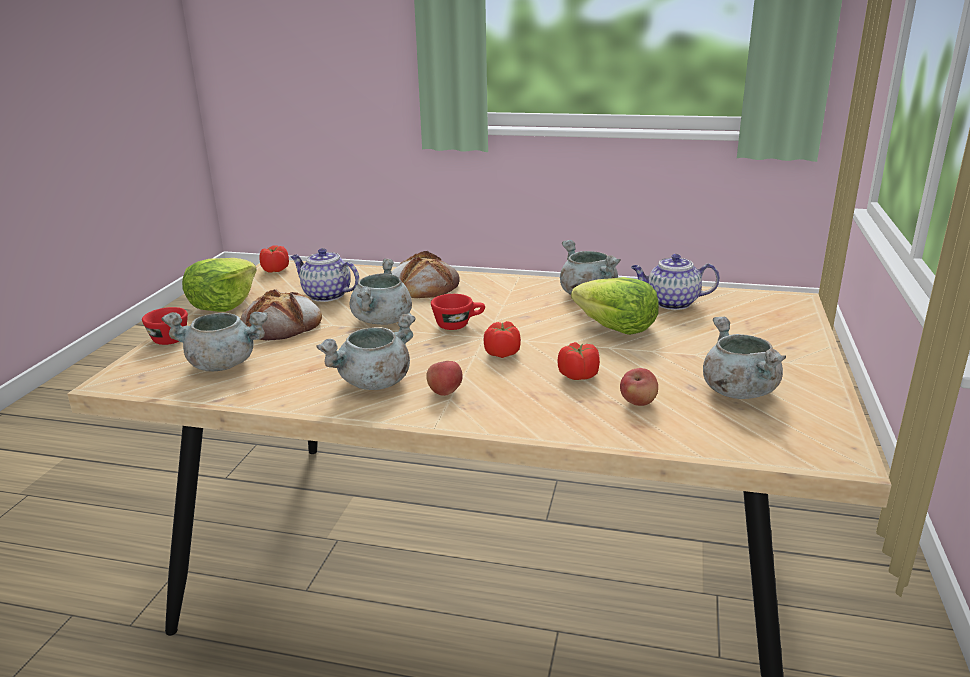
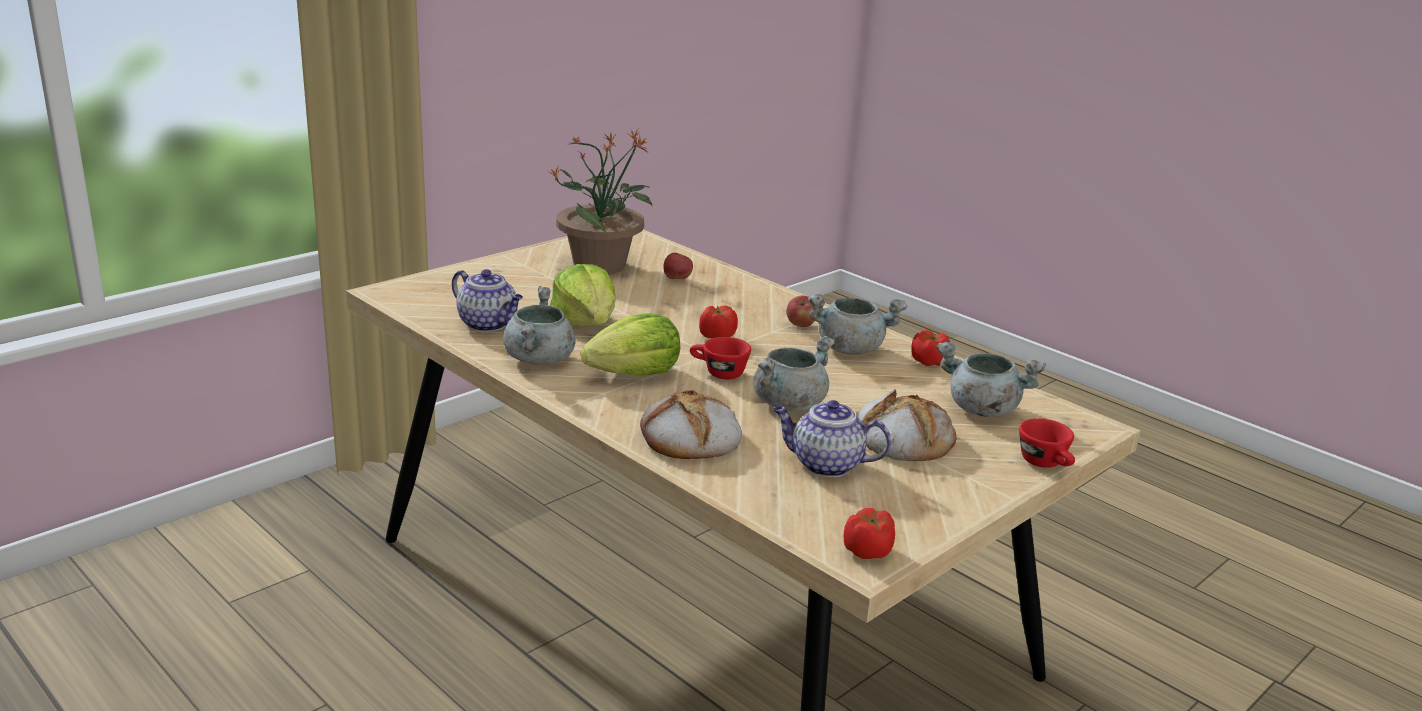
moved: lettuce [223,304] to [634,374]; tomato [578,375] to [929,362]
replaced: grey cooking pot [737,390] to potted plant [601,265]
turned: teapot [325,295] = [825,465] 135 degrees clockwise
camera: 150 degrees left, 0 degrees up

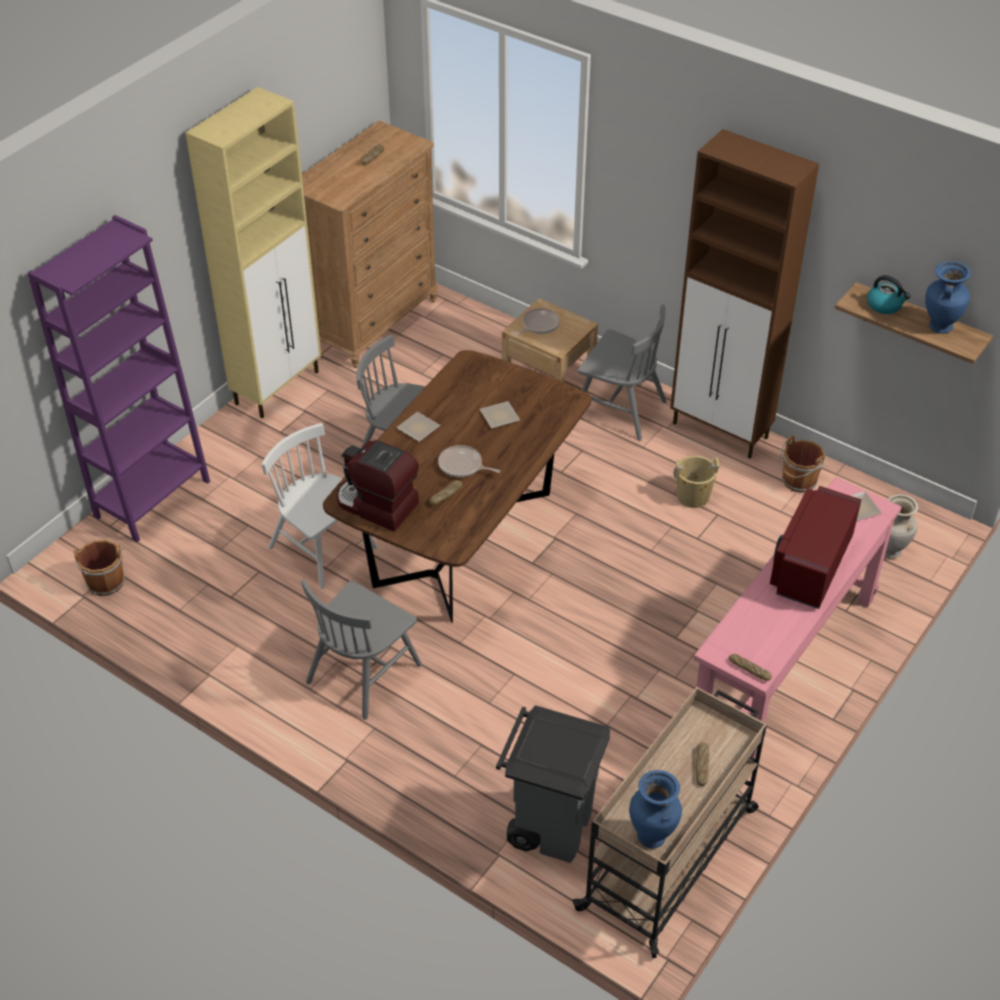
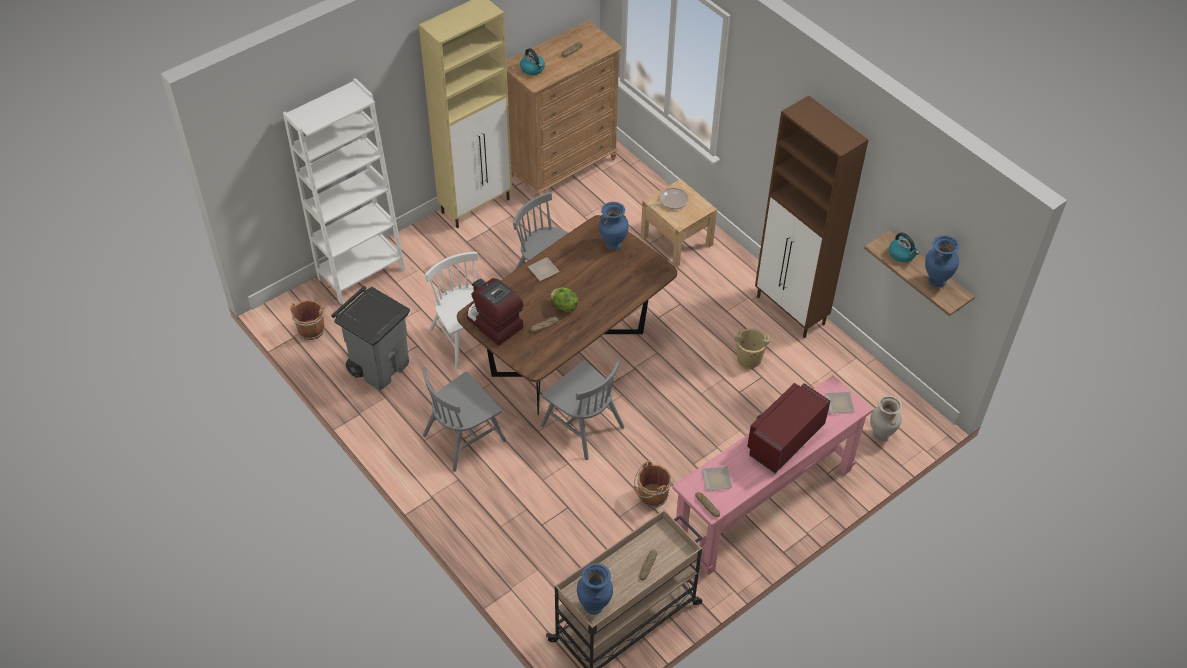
added: kettle [533,69]; blue vase [613,244]
moved: grey trash can [550,824] to [379,366]; grey chair [619,409] to [582,426]; brown bucket [798,482] to [651,496]; plate [500,415] to [717,478]
replaced: frying pan [462,466] to lettuce [564,306]
recoloured: purple bookcase [152,499] to white bookcase [361,274]
camera: 15 degrees right, 5 degrees up

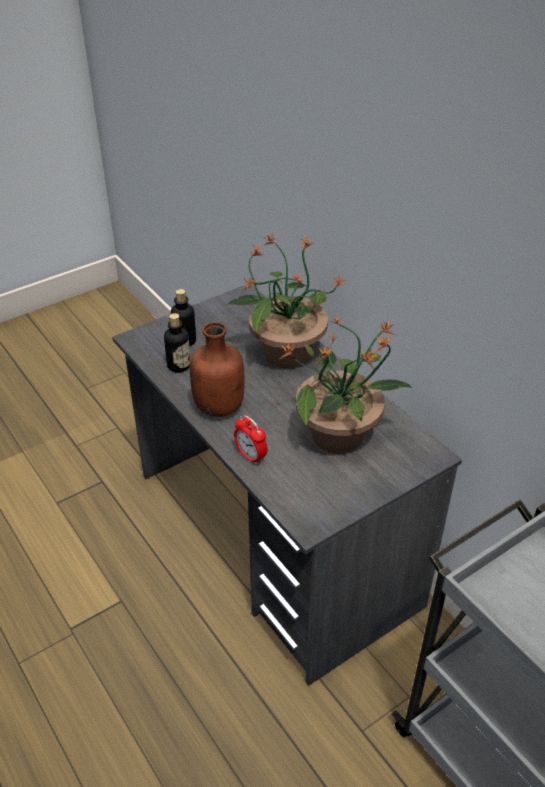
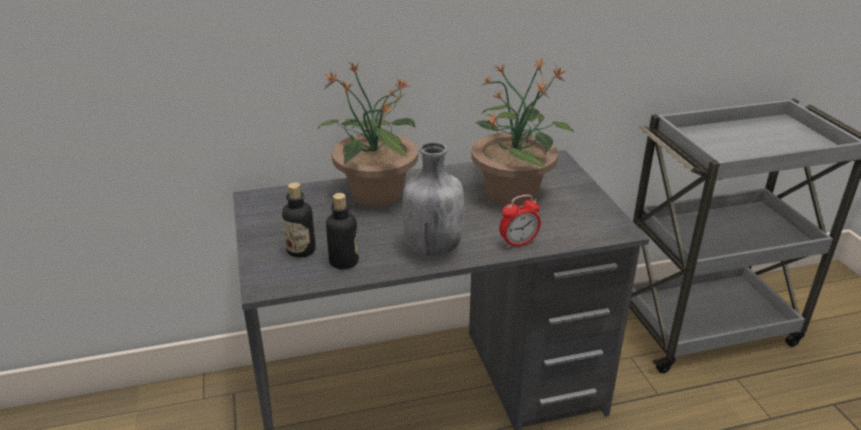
recoloured: brown bottle [219,406] to grey bottle [432,247]
camera: 70 degrees left, 10 degrees down

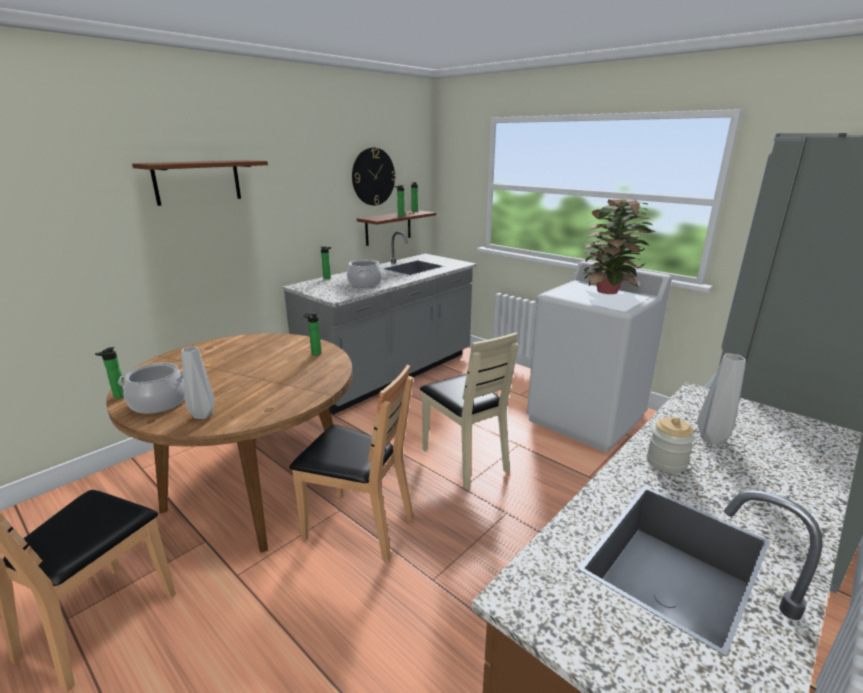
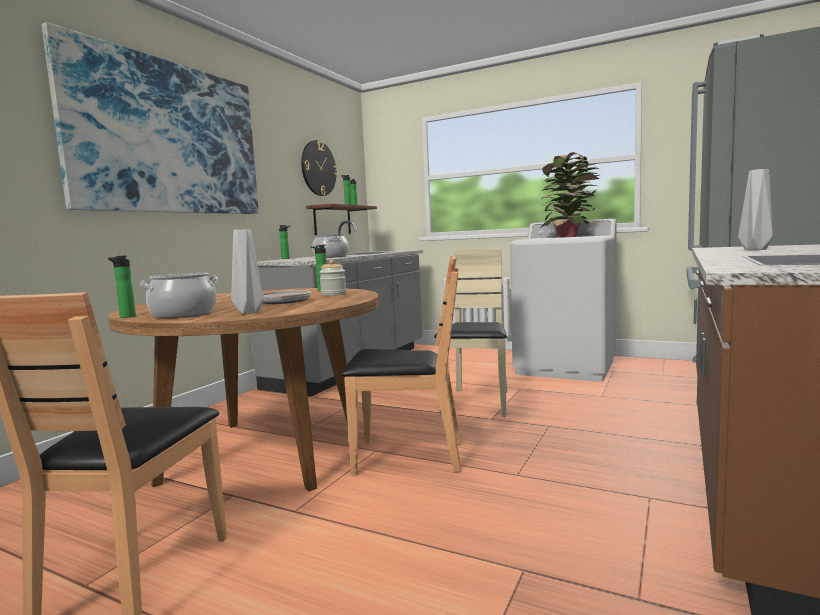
added: frying pan [280,301]
moved: jar [666,462] to [333,294]
replaced: brown shelf [197,182] to picture [169,138]
turned: beige chair [465,459] = [477,402] 120 degrees counterclockwise
camera: 15 degrees left, 15 degrees down

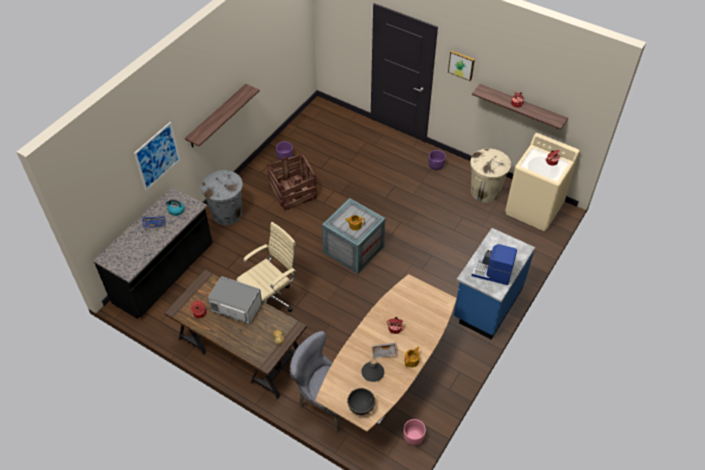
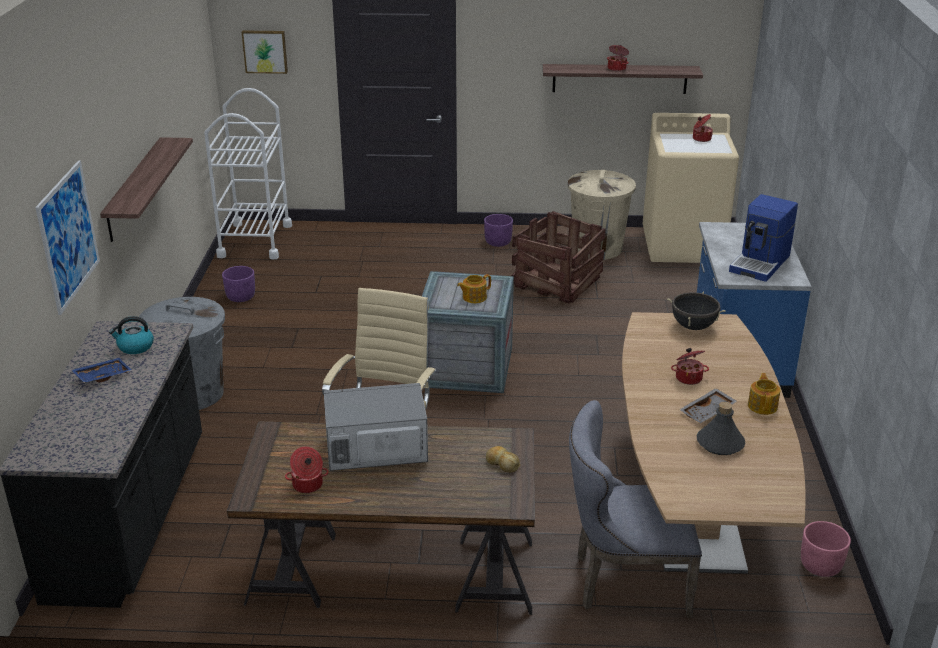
added: white cart [255,241]
moved: picture [461,65] to [265,51]; crate [293,192] to [556,282]; black cooking pot [361,407] to [693,326]
turned: coffee machine [492,273] = [761,263] 45 degrees counterclockwise
camera: 30 degrees left, 20 degrees down

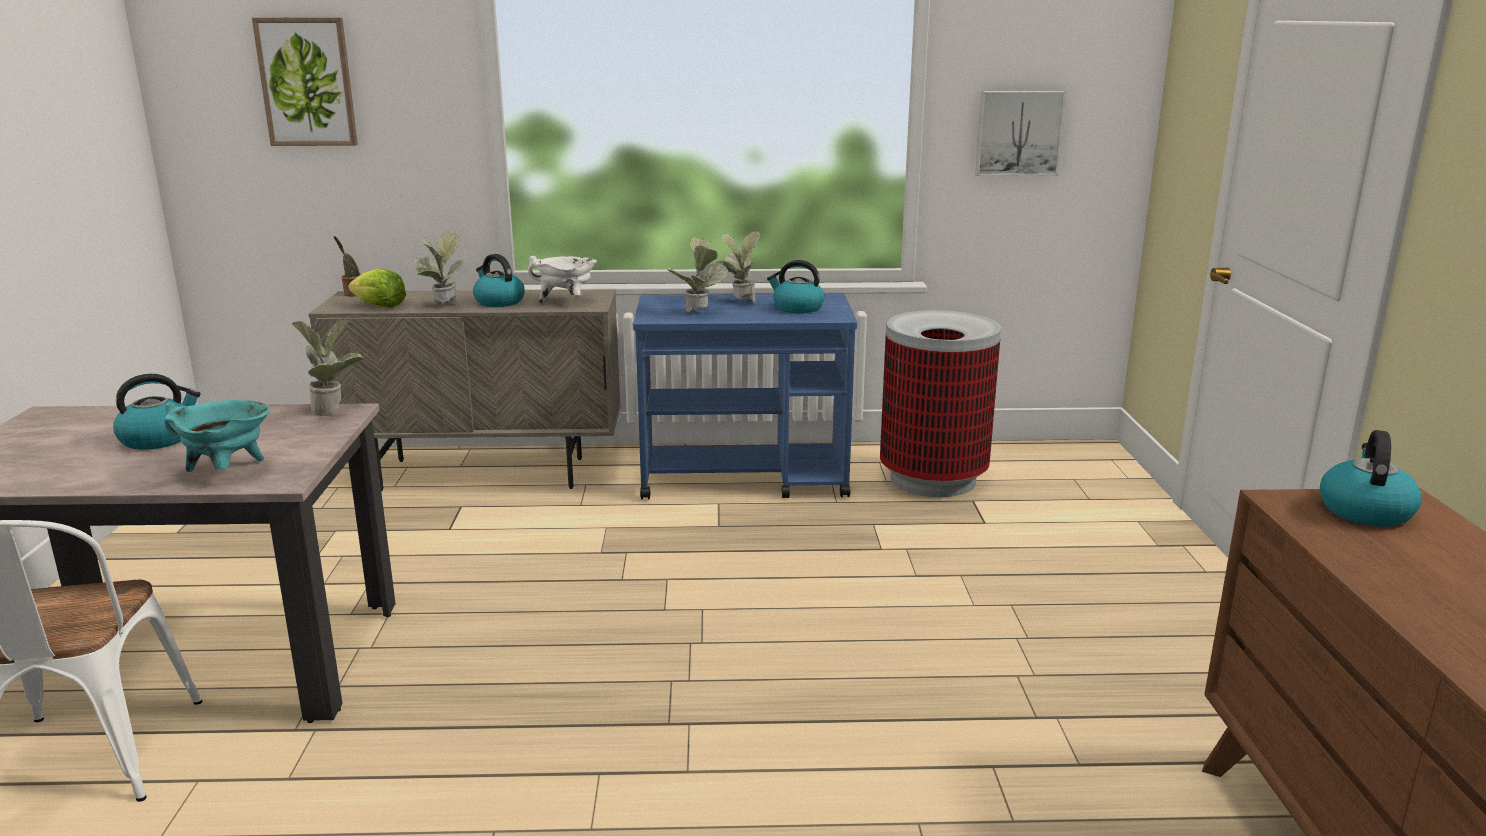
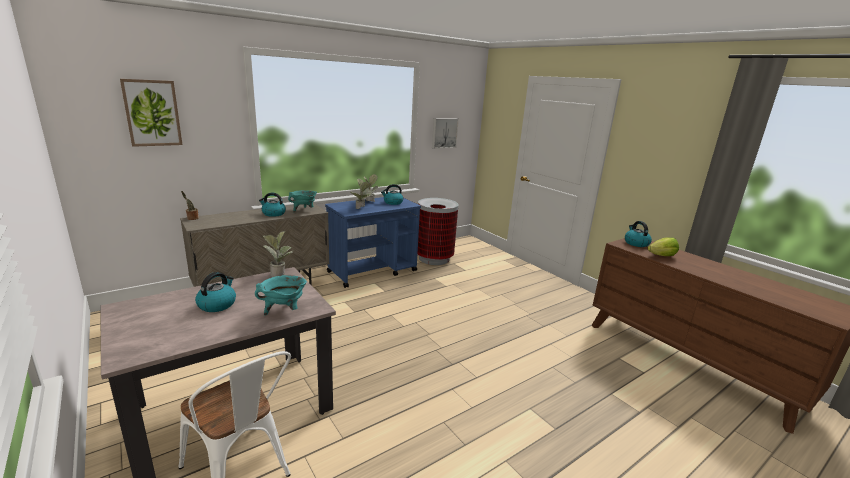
removed: potted plant [442,307]
moved: lettuce [379,306] to [662,256]
recoloured: white cooking pot [566,302] to turquoise cooking pot [304,210]
camera: 35 degrees left, 0 degrees up

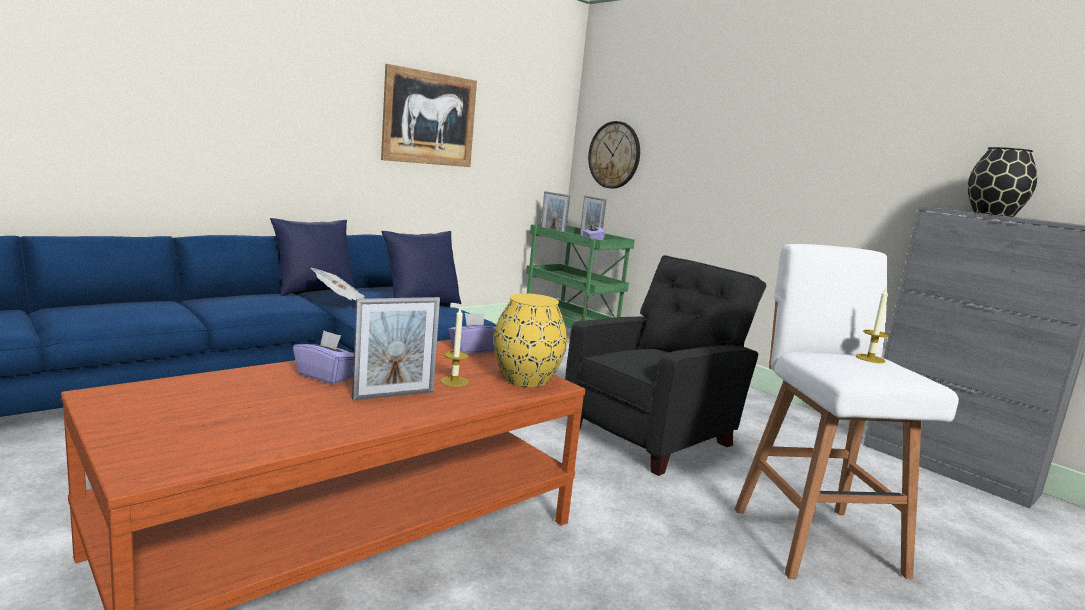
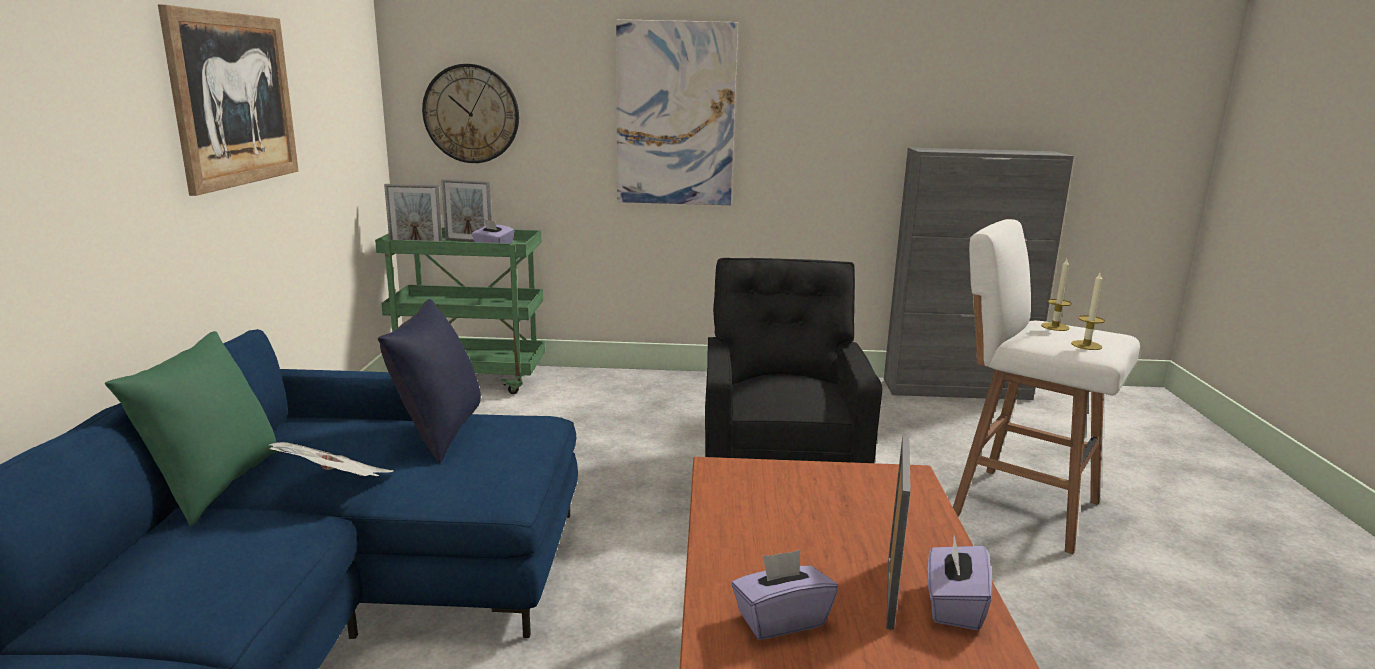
removed: yellow vase [525,379]; black vase [992,214]
added: picture [675,115]
moved: purple tissue box [473,349] to [953,606]; candle [454,381] to [1086,345]
recoloured: blue pillow [313,291] to green pillow [214,486]
camera: 45 degrees left, 5 degrees up

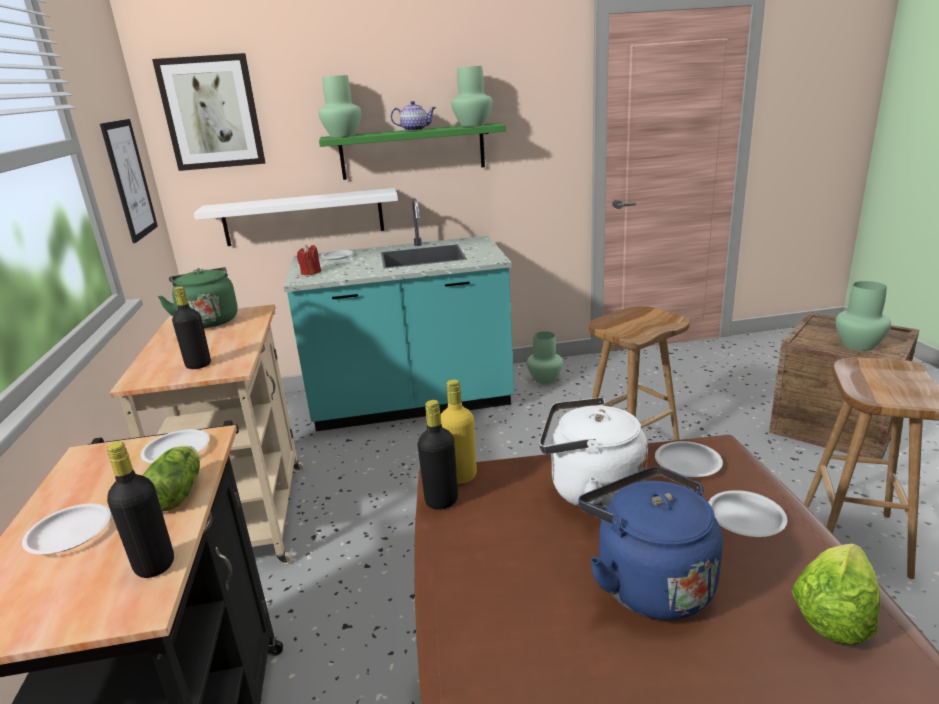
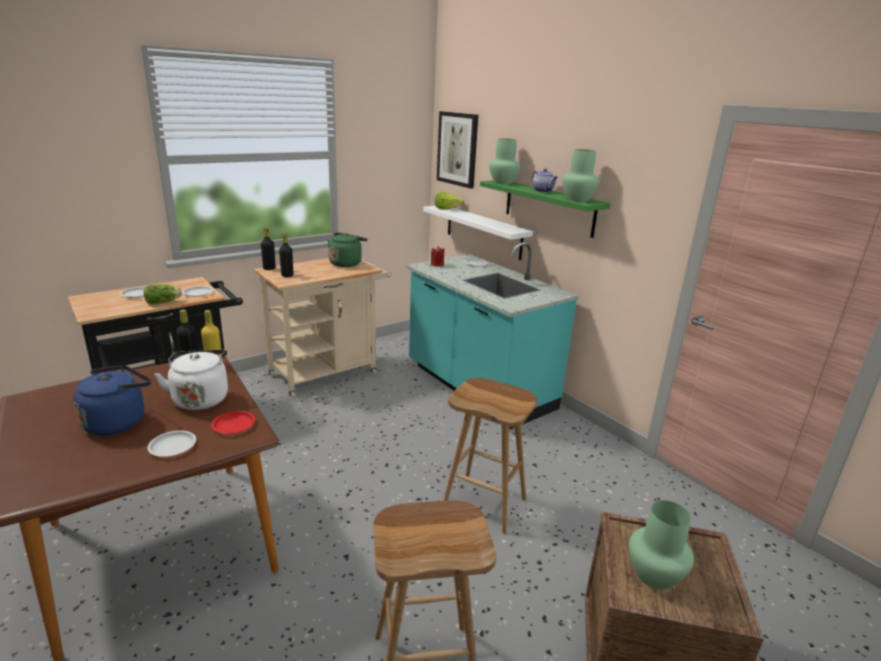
removed: picture [129,179]; green vase [545,379]
moved: black bottle [154,565] to [269,268]; lettuce [833,613] to [447,209]
recoloured: white plate [688,463] to red plate [234,425]
camera: 60 degrees right, 0 degrees up

